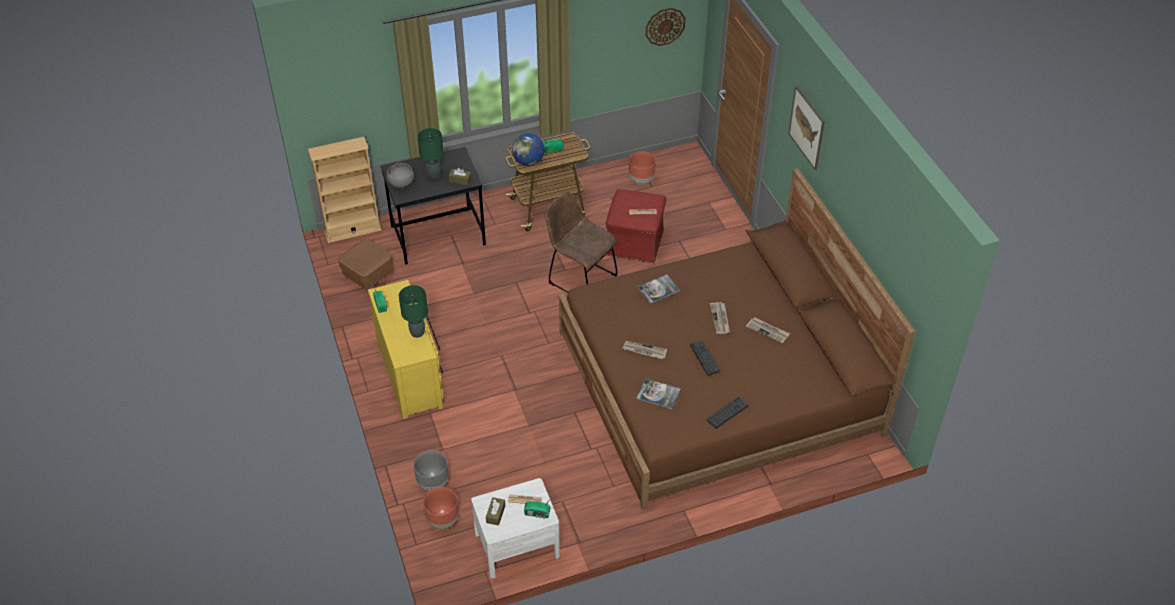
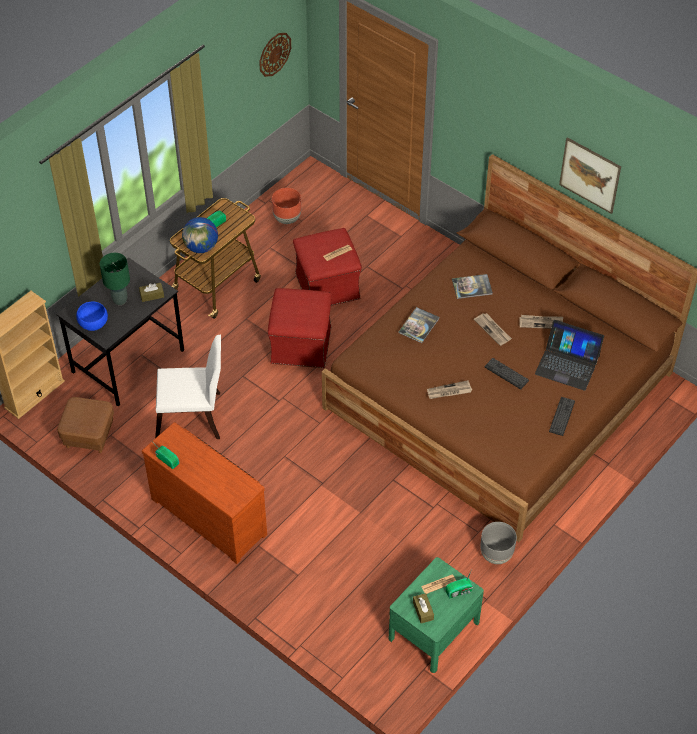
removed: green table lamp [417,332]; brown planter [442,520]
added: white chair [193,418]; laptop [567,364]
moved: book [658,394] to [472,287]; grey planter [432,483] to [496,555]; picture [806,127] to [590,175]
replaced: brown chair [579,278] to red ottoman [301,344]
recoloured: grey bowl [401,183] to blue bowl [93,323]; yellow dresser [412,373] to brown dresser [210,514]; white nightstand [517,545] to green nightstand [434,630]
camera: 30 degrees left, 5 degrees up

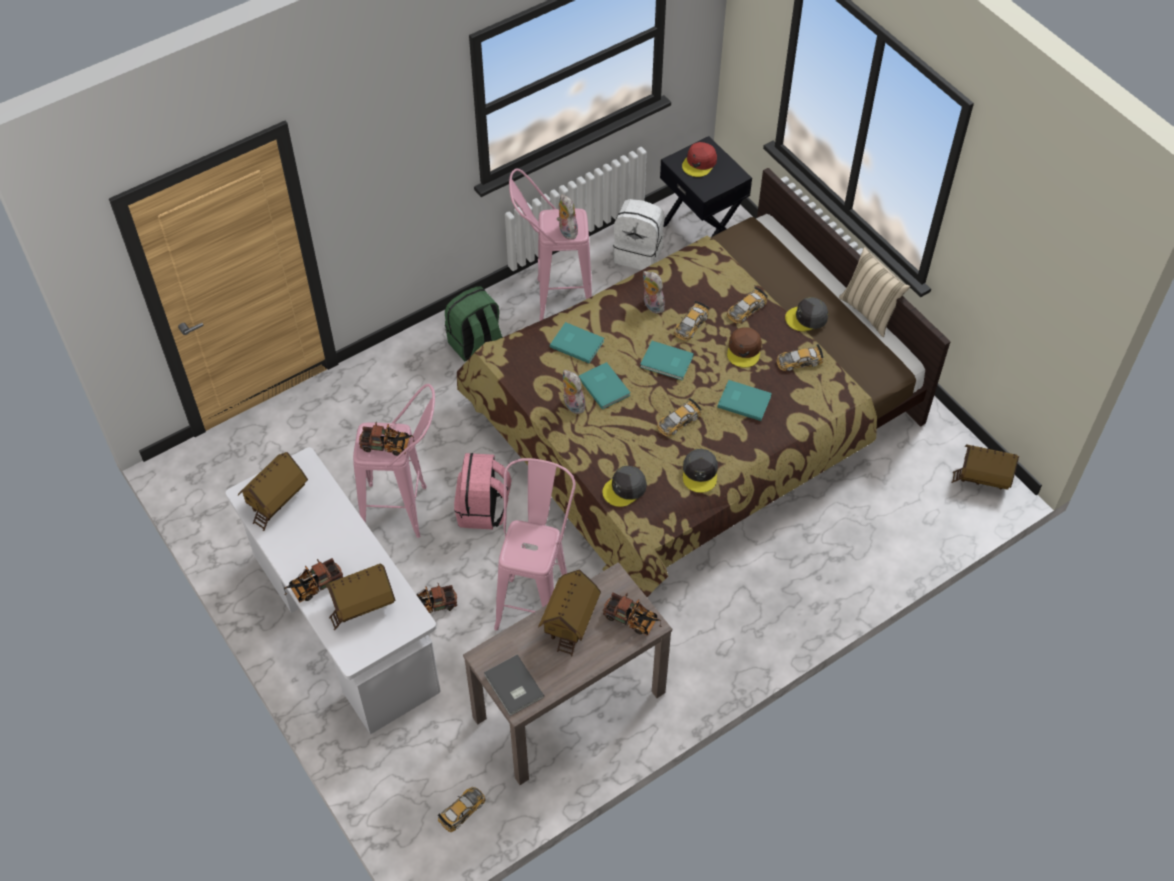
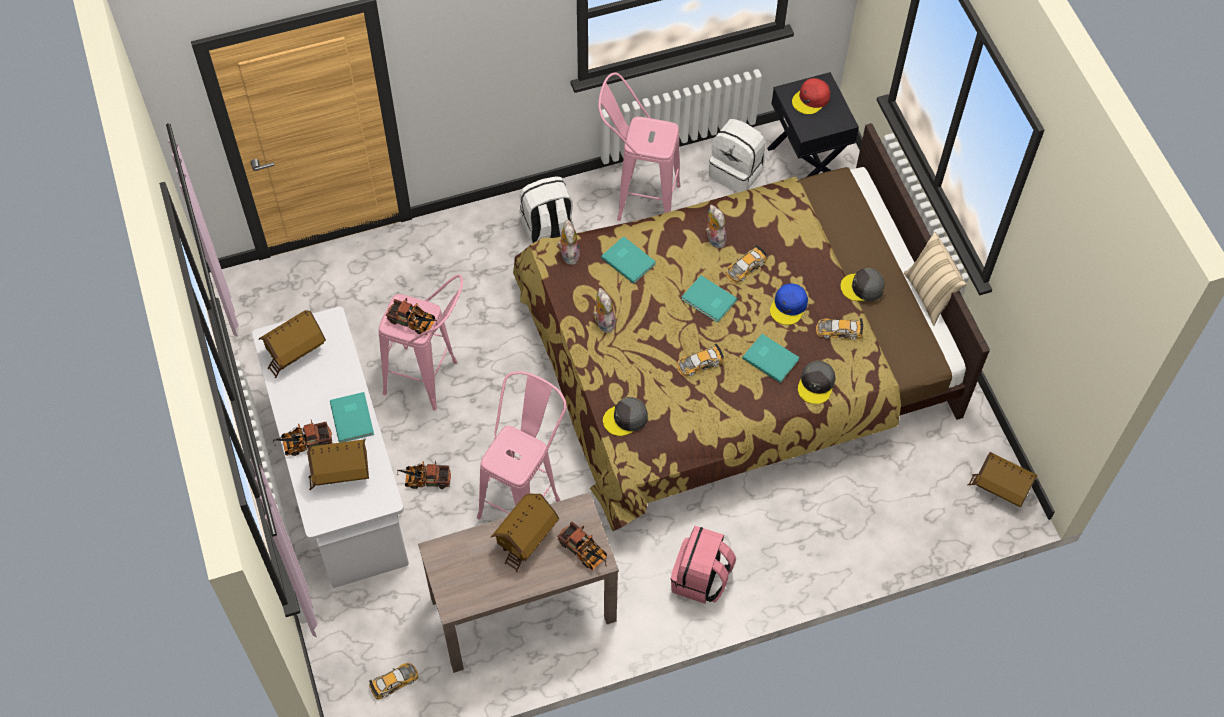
removed: grey book [513,687]; toy car [746,309]
moved: turquoise book [605,386] to [353,417]; plush toy [566,231] to [568,254]; pink backpack [483,509] to [700,579]; grey cap [700,473] to [816,384]
recoloured: green backpack [476,345] to white backpack [548,230]; brown cap [744,350] to blue cap [789,306]
camera: 15 degrees right, 5 degrees up

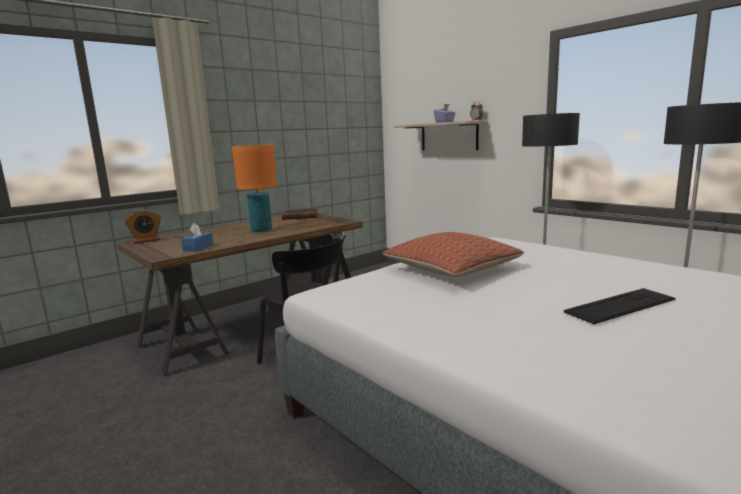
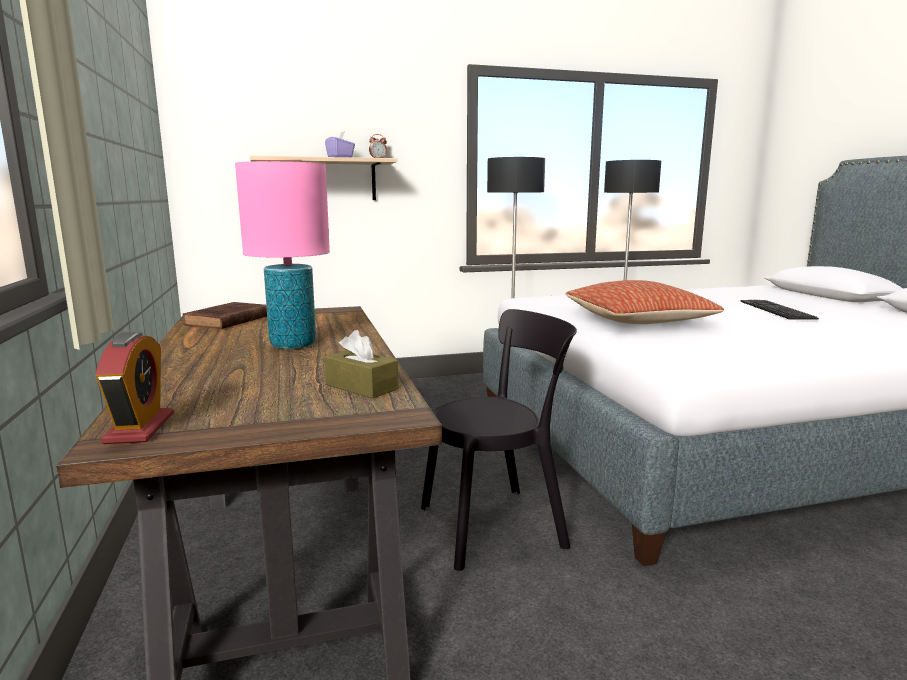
recoloured: orange table lamp [261,230] to pink table lamp [292,345]; blue tissue box [198,248] to brown tissue box [361,387]
camera: 65 degrees left, 0 degrees up

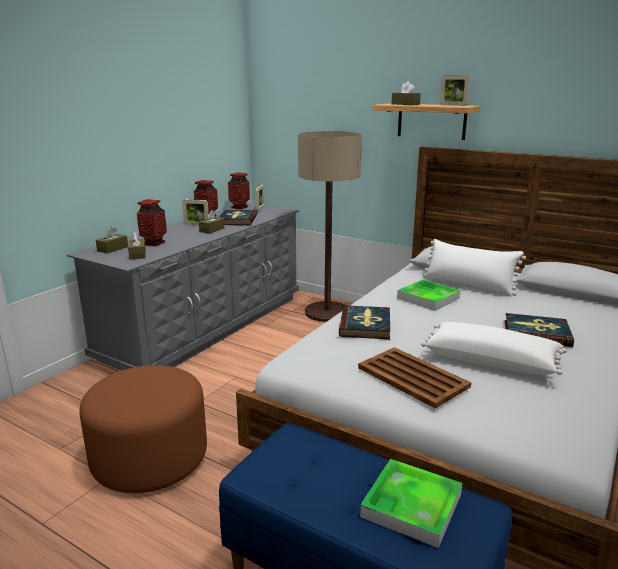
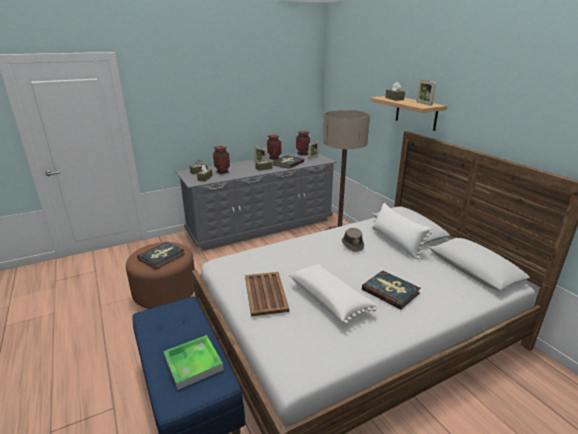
moved: book [365,325] to [161,257]
replaced: tray [428,298] to brown hat [352,244]
camera: 30 degrees right, 5 degrees up

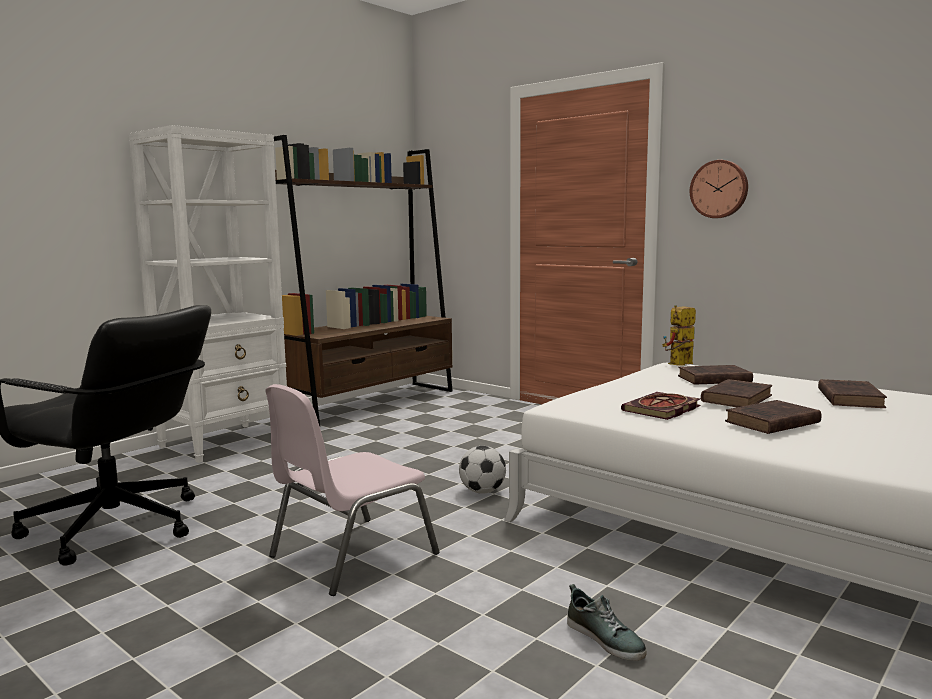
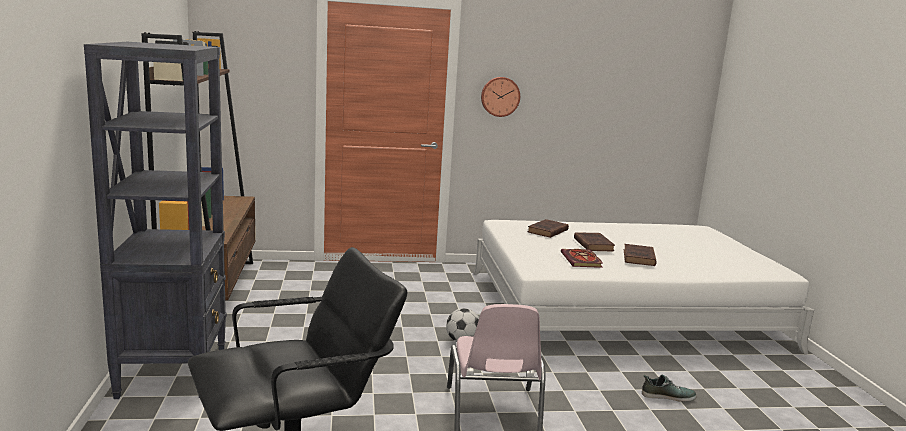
removed: toy robot [678,365]; brown book [849,398]
recoloured: white bookcase [225,442] to black bookcase [174,370]
camera: 50 degrees left, 5 degrees up

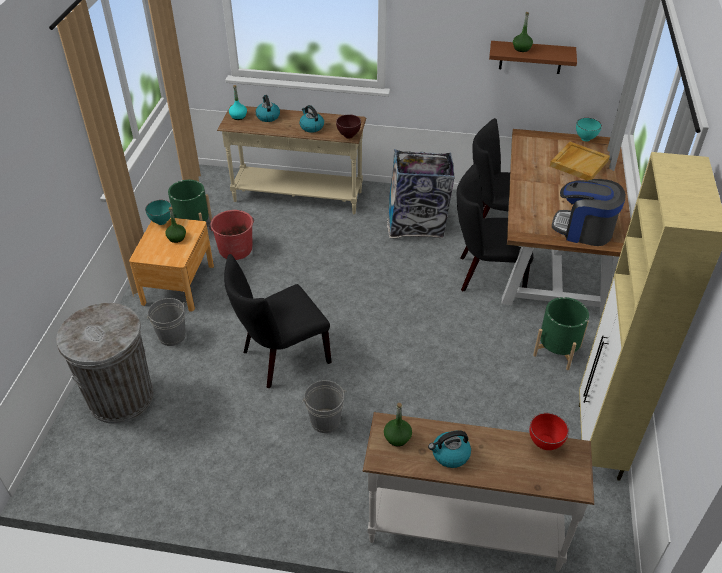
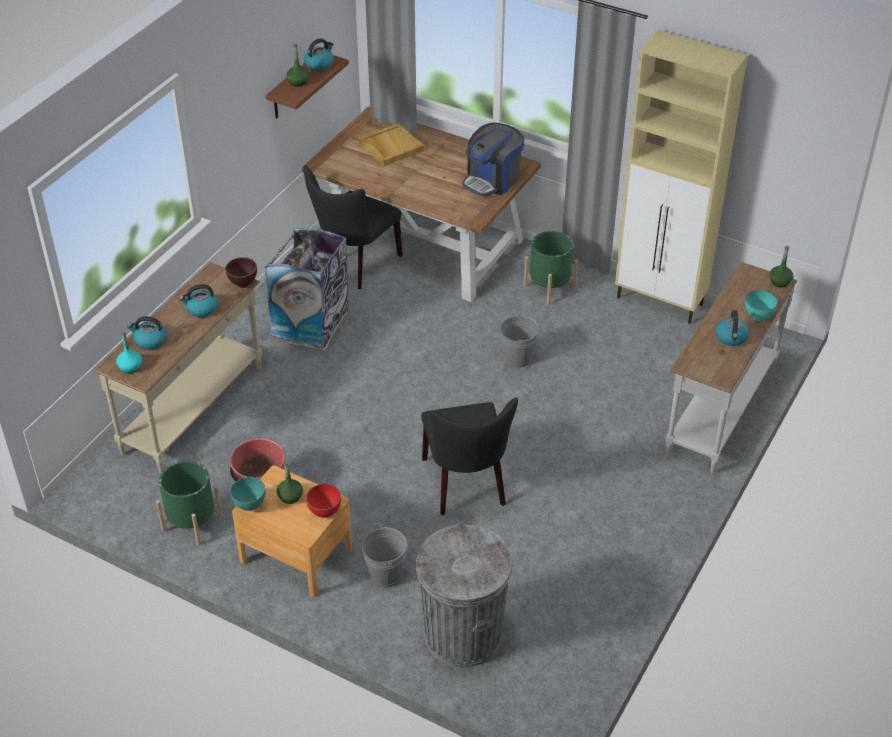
removed: black chair [486,275]
added: kettle [319,64]
moved: red bowl [545,444] to [325,512]; grey bucket [325,421] to [517,358]; turquoise bowl [585,139] to [757,318]; green bottle [397,437] to [779,281]
camera: 70 degrees left, 0 degrees up

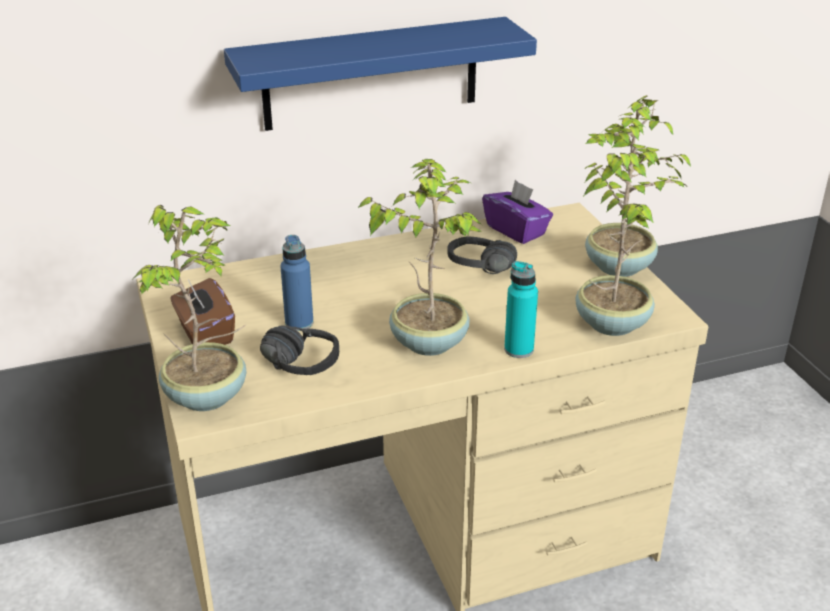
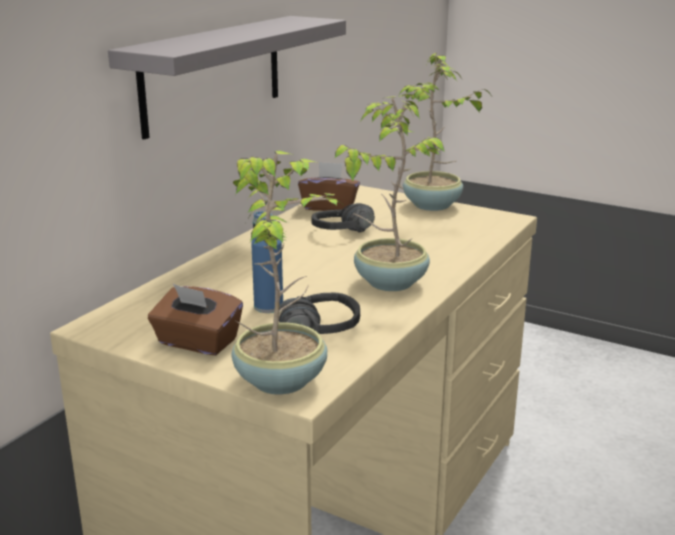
removed: turquoise bottle [518,349]; potted plant [613,322]
recoloured: blue shelf [371,74] to grey shelf [213,73]; purple tissue box [516,230] to brown tissue box [329,206]
camera: 40 degrees left, 10 degrees down

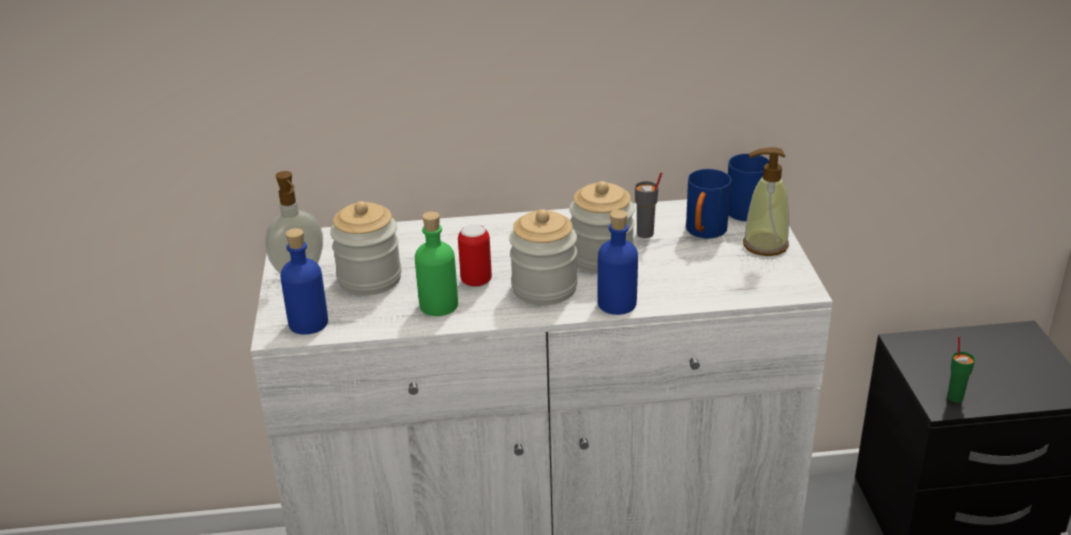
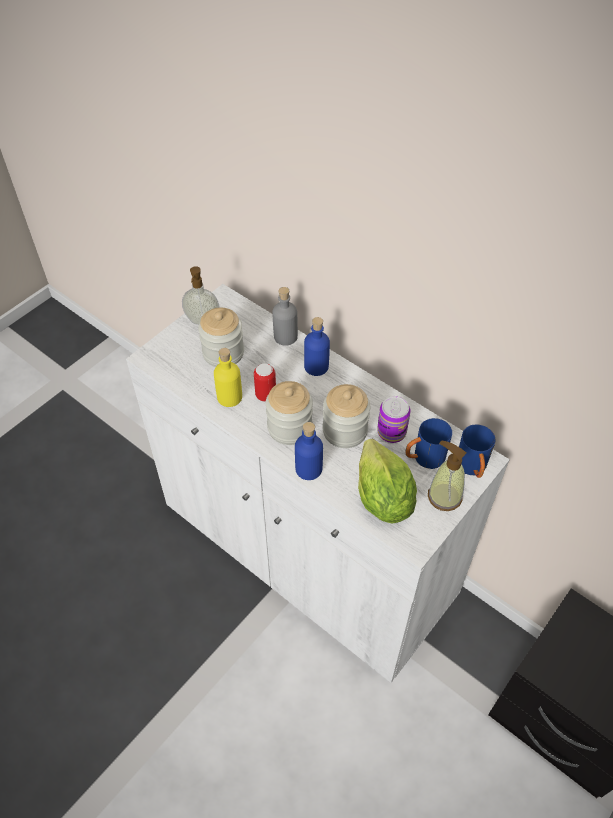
removed: green cup [955,397]
added: grey bottle [285,337]; lettuce [382,498]
moved: blue bottle [308,323] to [316,366]
replaced: grey cup [645,234] to can [391,432]
recoloured: green bottle [438,305] to yellow bottle [229,397]
camera: 45 degrees right, 20 degrees up

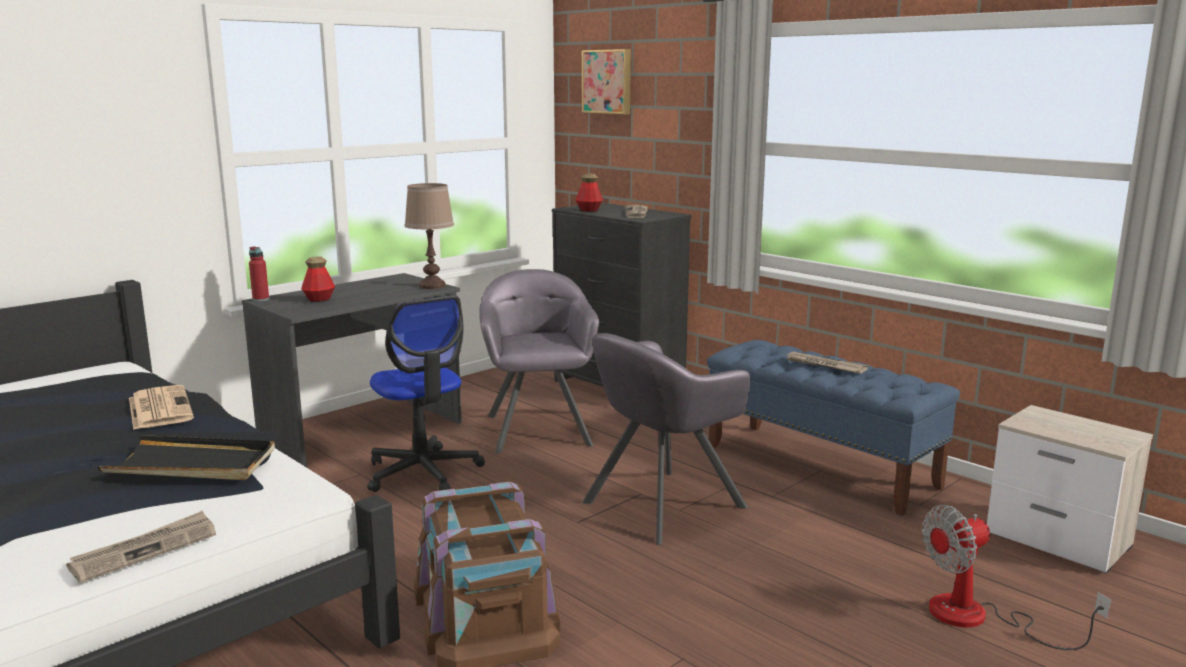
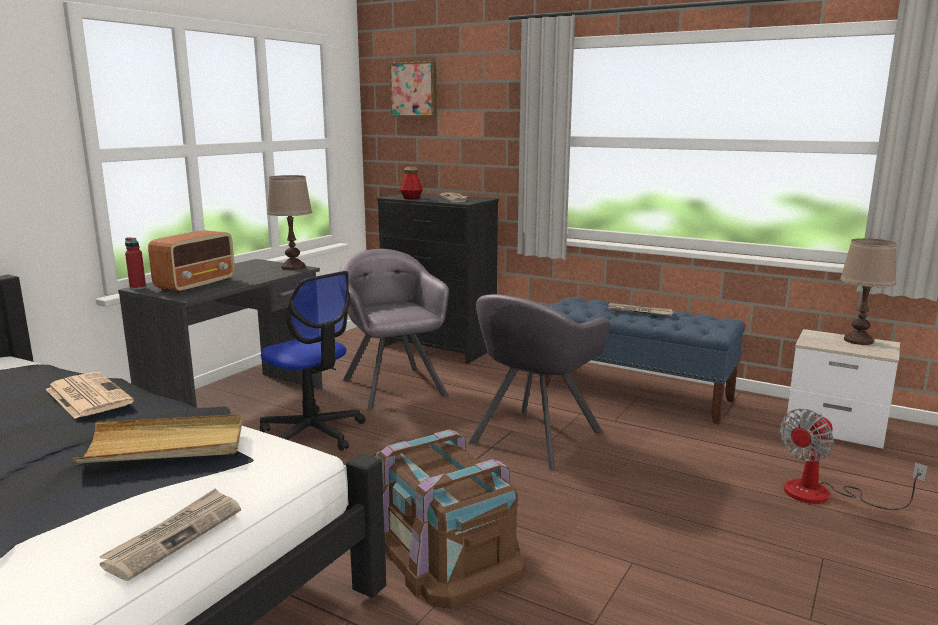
added: brown table lamp [858,341]
replaced: bottle [319,299] to radio [197,284]
recoloured: black tray [192,464] to beige tray [165,445]
camera: 15 degrees left, 0 degrees up

